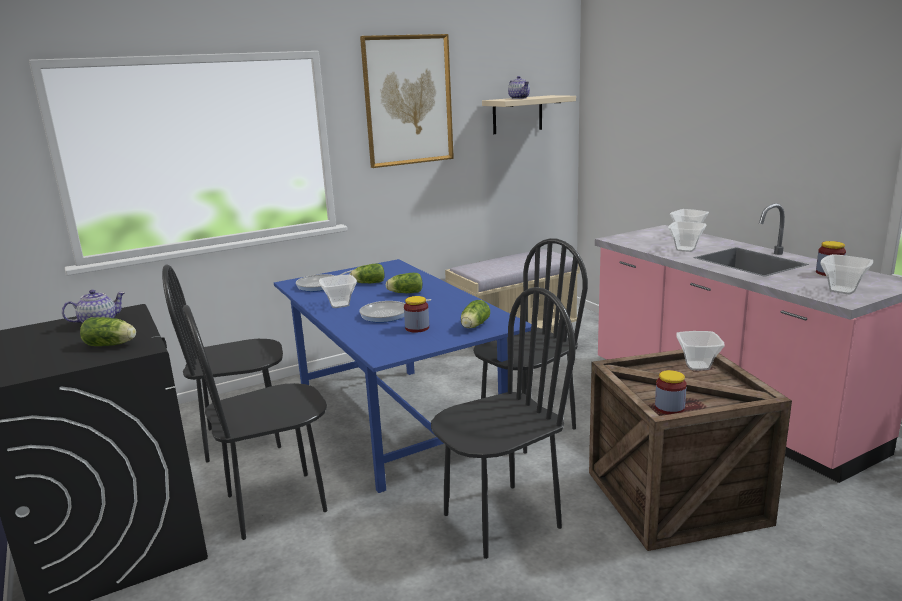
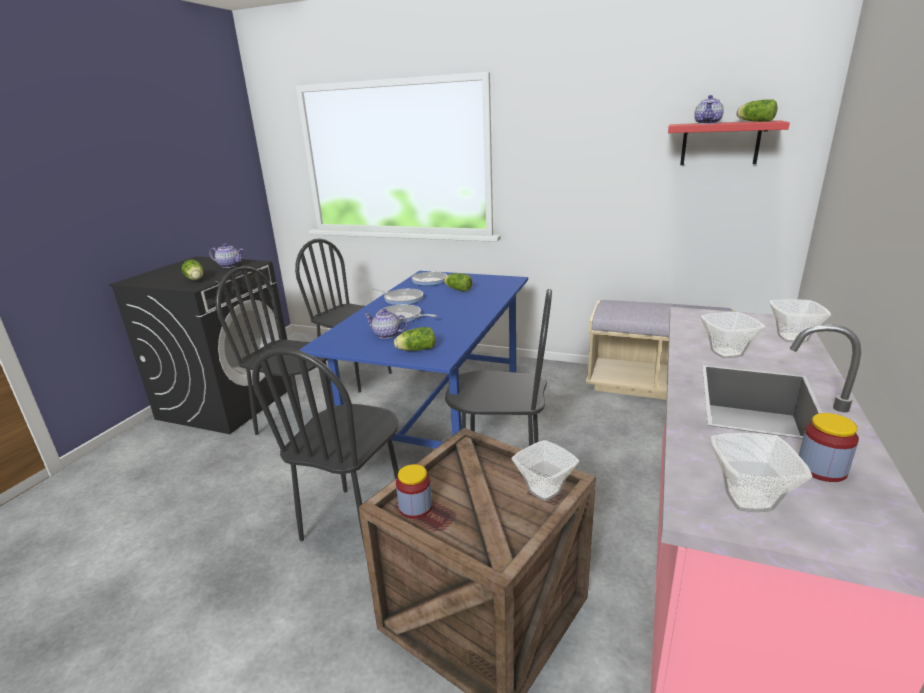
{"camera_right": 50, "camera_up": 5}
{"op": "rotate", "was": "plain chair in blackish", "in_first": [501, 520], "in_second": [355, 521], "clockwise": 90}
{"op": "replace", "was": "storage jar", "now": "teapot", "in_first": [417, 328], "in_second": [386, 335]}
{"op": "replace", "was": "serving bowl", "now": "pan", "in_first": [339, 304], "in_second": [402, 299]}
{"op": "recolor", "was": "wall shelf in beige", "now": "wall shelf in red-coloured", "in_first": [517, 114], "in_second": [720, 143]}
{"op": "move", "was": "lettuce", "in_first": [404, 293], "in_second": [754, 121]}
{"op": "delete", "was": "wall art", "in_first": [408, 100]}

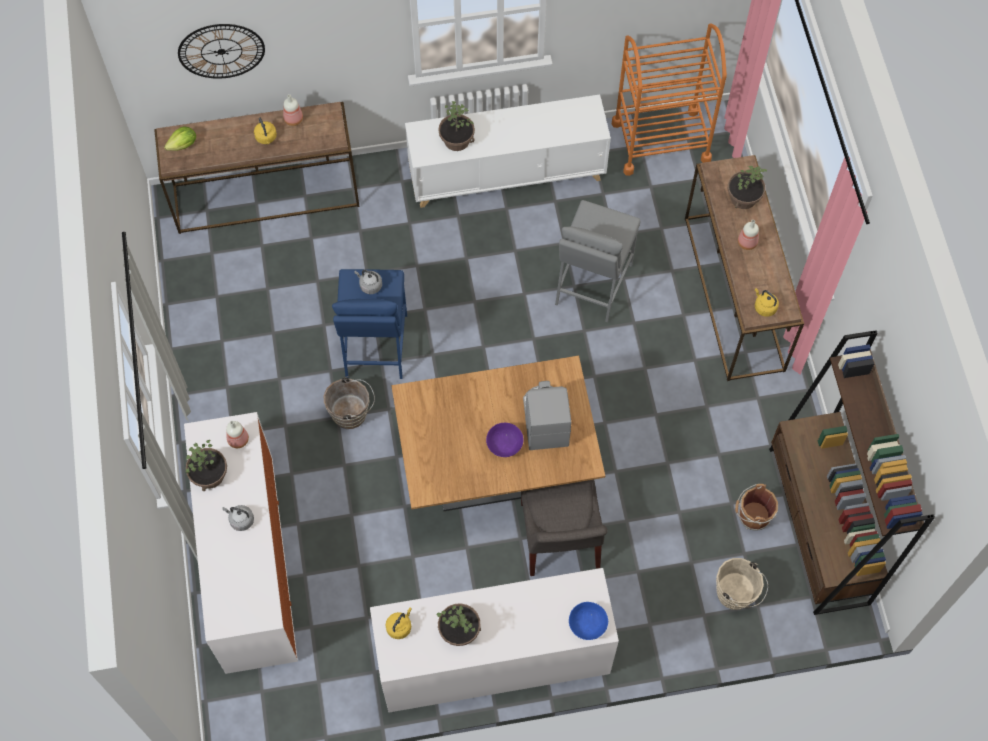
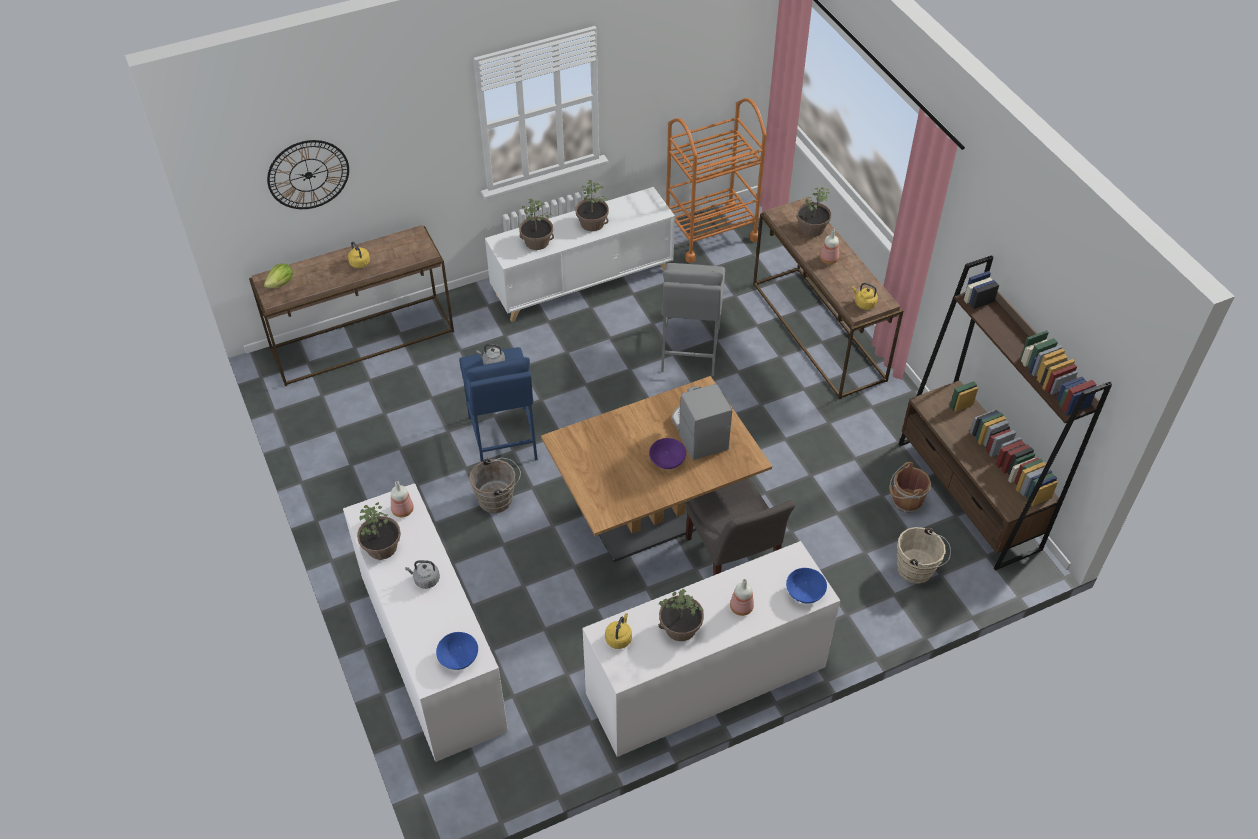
{"camera_right": -15, "camera_up": -15}
{"op": "insert", "now": "serving bowl in bluish", "in_second": [458, 658]}
{"op": "insert", "now": "potted plant", "in_second": [592, 223]}
{"op": "move", "was": "bottle", "in_first": [293, 119], "in_second": [741, 608]}

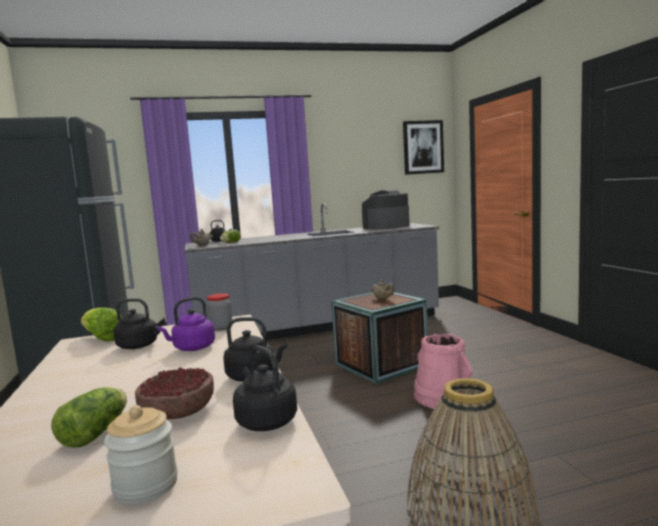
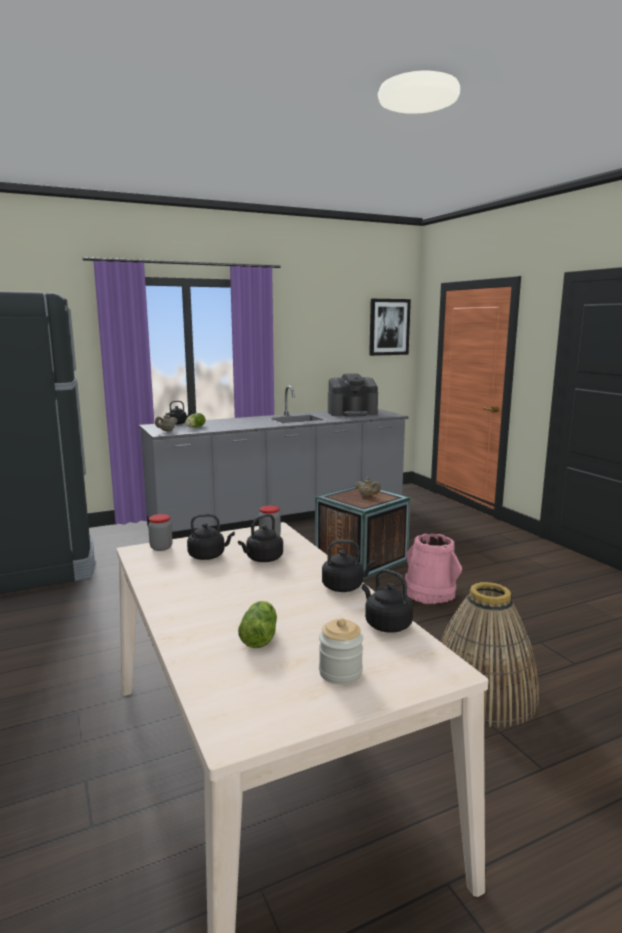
{"camera_right": -10, "camera_up": 5}
{"op": "replace", "was": "lettuce", "now": "storage jar", "in_first": [102, 339], "in_second": [161, 547]}
{"op": "recolor", "was": "kettle in purplish", "now": "kettle in blackish", "in_first": [192, 348], "in_second": [262, 559]}
{"op": "rotate", "was": "coffee machine", "in_first": [386, 227], "in_second": [352, 413], "clockwise": -150}
{"op": "delete", "was": "serving bowl", "in_first": [177, 411]}

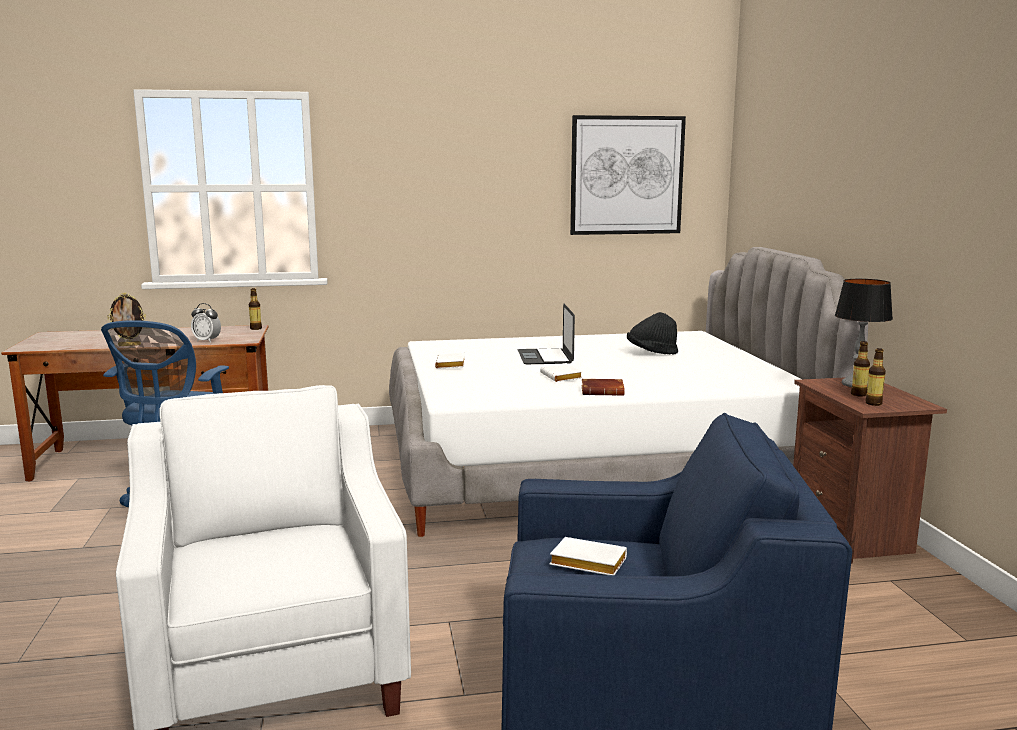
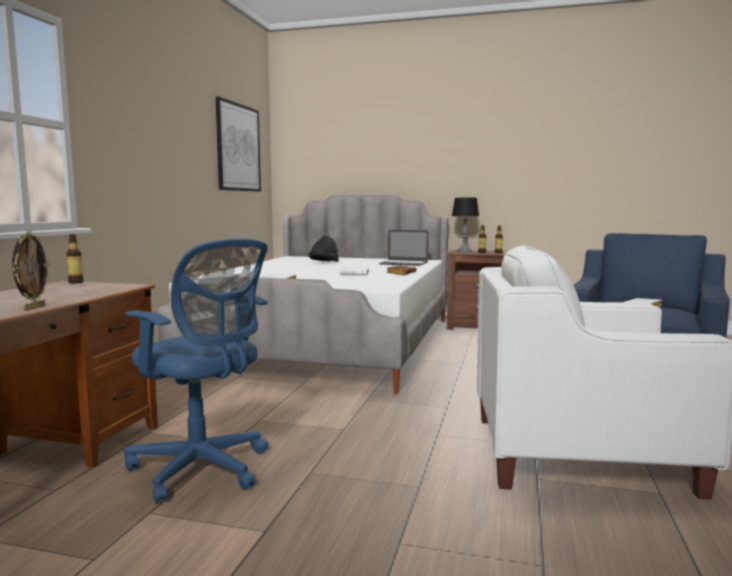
{"camera_right": -65, "camera_up": -5}
{"op": "move", "was": "laptop", "in_first": [545, 357], "in_second": [403, 263]}
{"op": "delete", "was": "table clock", "in_first": [207, 341]}

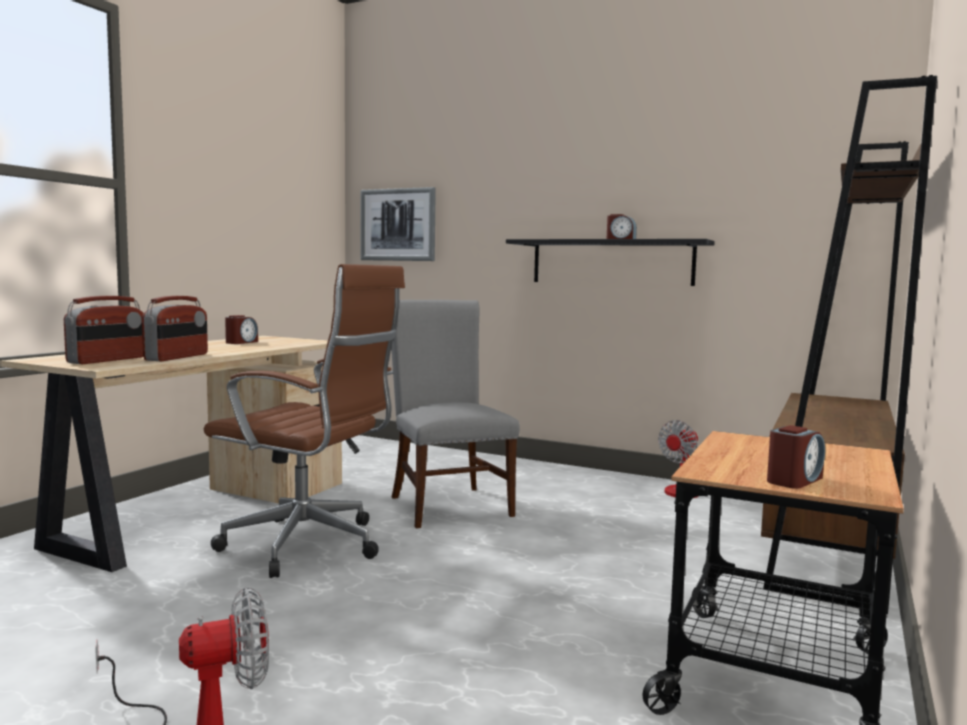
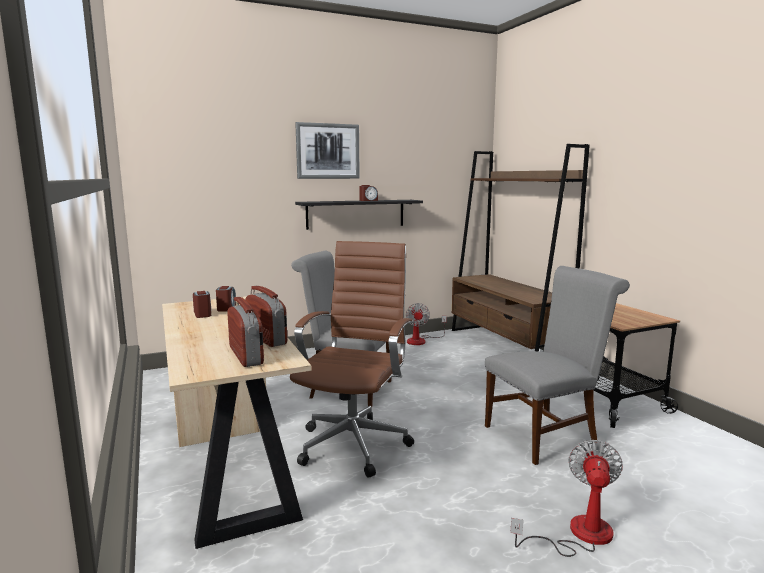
{"camera_right": -50, "camera_up": 5}
{"op": "move", "was": "table clock", "in_first": [794, 480], "in_second": [226, 308]}
{"op": "rotate", "was": "office chair in brown-coloured", "in_first": [310, 546], "in_second": [355, 442], "clockwise": -45}
{"op": "move", "was": "wall art", "in_first": [398, 225], "in_second": [328, 151]}
{"op": "insert", "now": "plain chair in greyish", "in_second": [546, 435]}

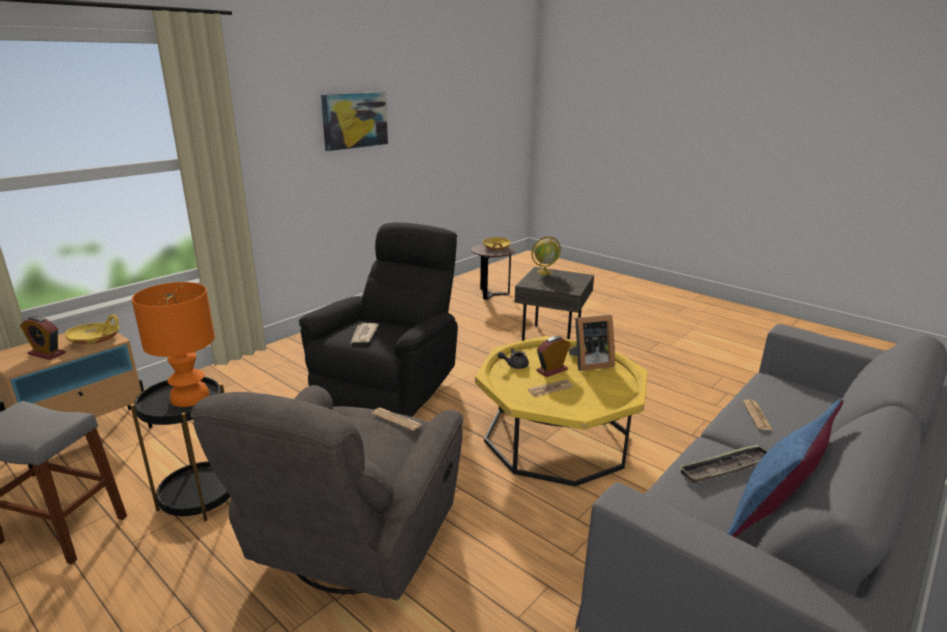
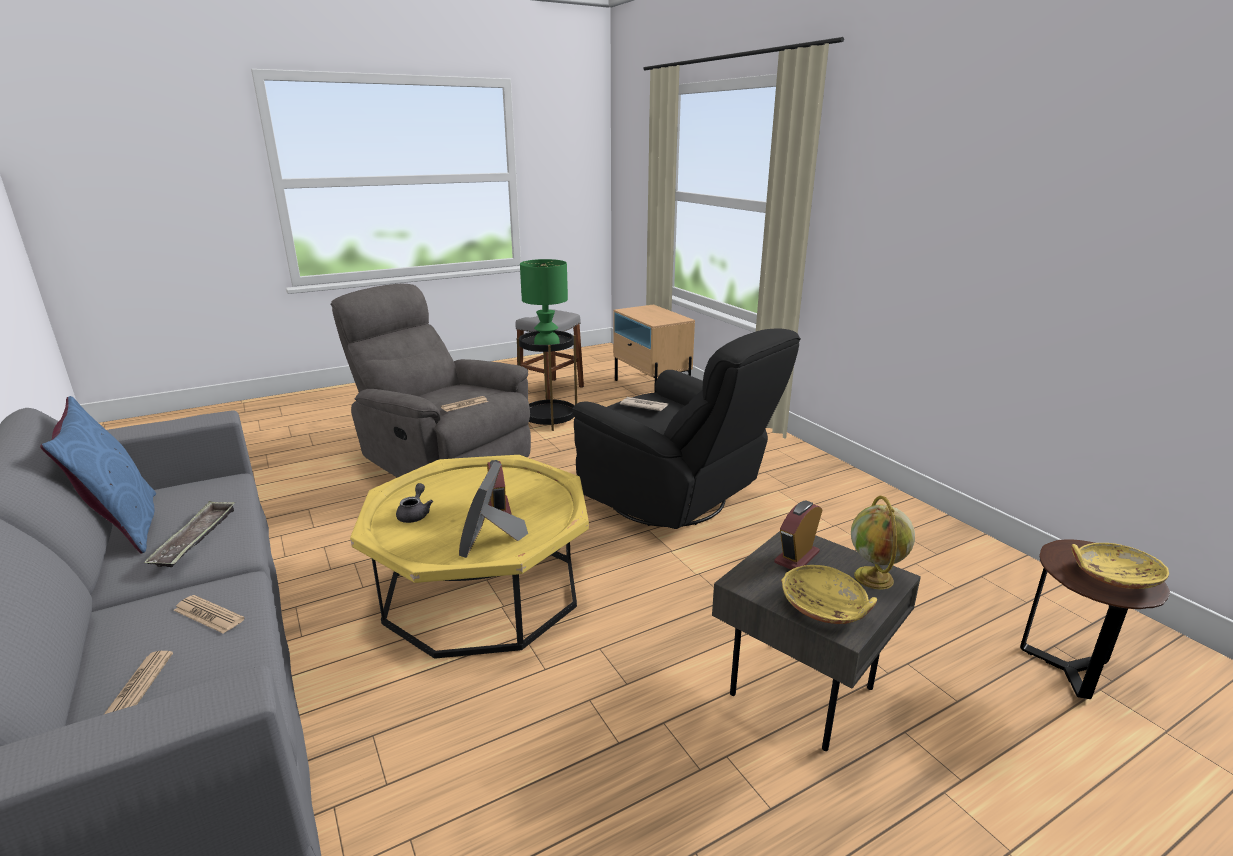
{"camera_right": 110, "camera_up": 0}
{"op": "move", "was": "newspaper", "in_first": [550, 389], "in_second": [137, 687]}
{"op": "move", "was": "teapot in greyish", "in_first": [514, 365], "in_second": [415, 514]}
{"op": "recolor", "was": "lamp for a table in orange", "now": "lamp for a table in green", "in_first": [191, 397], "in_second": [546, 343]}
{"op": "move", "was": "table clock", "in_first": [47, 354], "in_second": [797, 557]}
{"op": "move", "was": "serving bowl in yellowish", "in_first": [96, 340], "in_second": [825, 607]}
{"op": "delete", "was": "wall art", "in_first": [355, 120]}

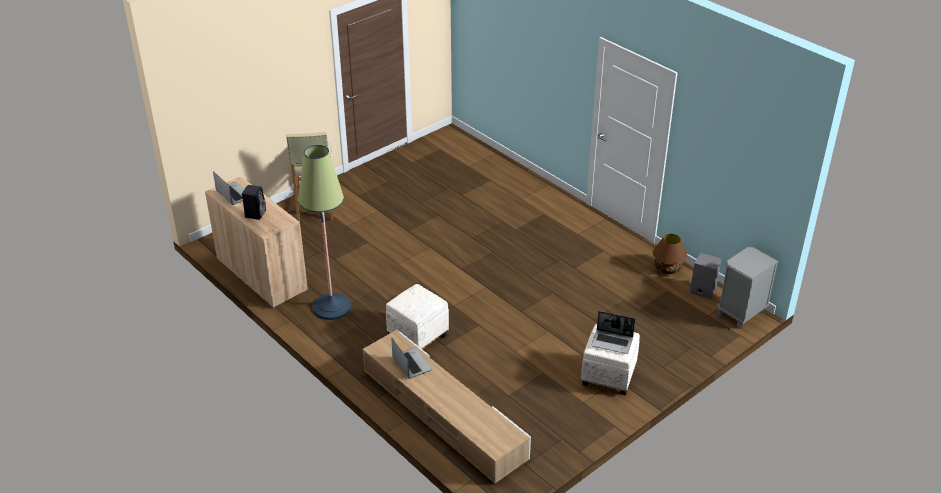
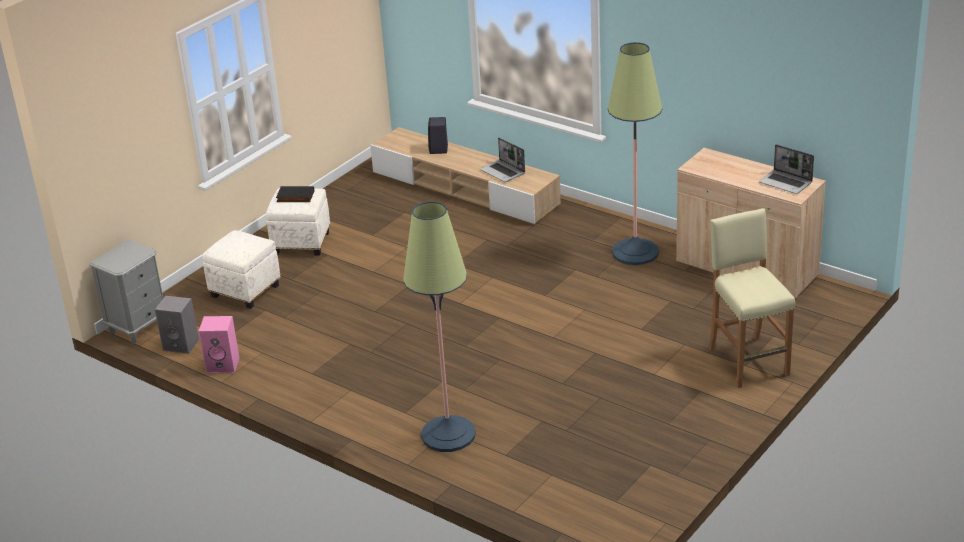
{"camera_right": 170, "camera_up": -5}
{"op": "replace", "was": "lamp for a table in brown-coloured", "now": "loudspeaker in pink-coloured", "in_first": [667, 268], "in_second": [224, 364]}
{"op": "move", "was": "pouffe in white-coloured", "in_first": [417, 336], "in_second": [246, 291]}
{"op": "replace", "was": "laptop", "now": "bound book in blackish", "in_first": [612, 342], "in_second": [295, 197]}
{"op": "insert", "now": "floor lamp", "in_second": [448, 434]}
{"op": "move", "was": "loudspeaker in blackish", "in_first": [255, 213], "in_second": [439, 150]}

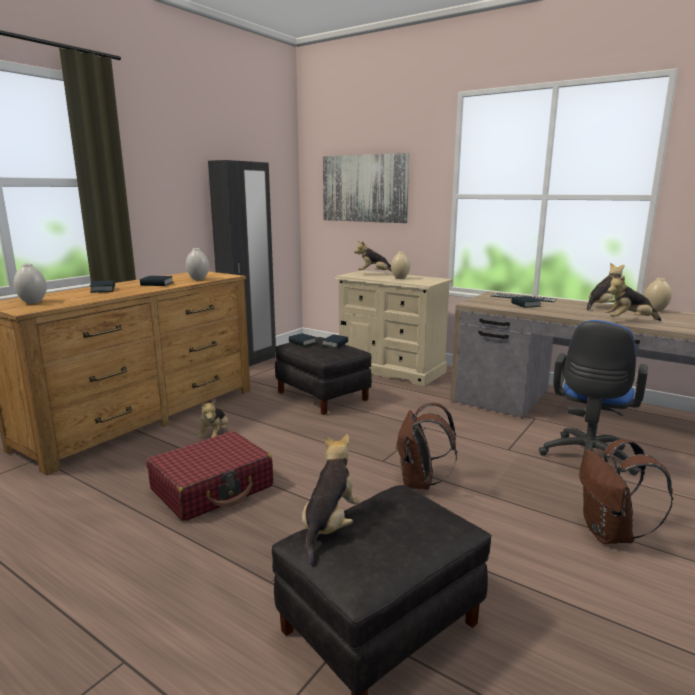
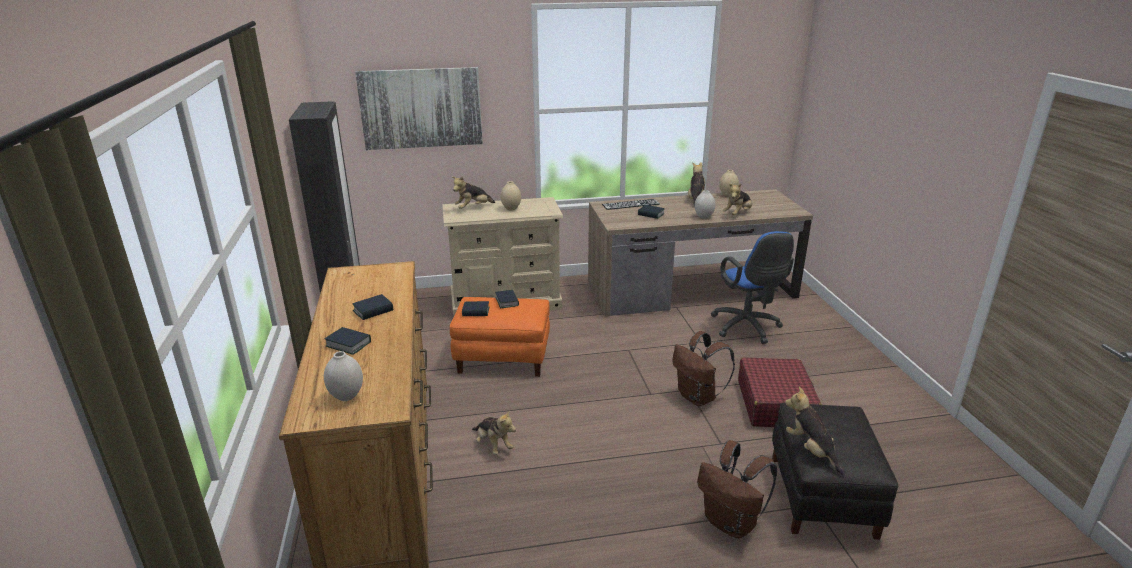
{"camera_right": -45, "camera_up": 10}
{"op": "recolor", "was": "pouffe in blackish", "now": "pouffe in orange", "in_first": [323, 396], "in_second": [503, 358]}
{"op": "move", "was": "vase in white-coloured", "in_first": [198, 279], "in_second": [703, 217]}
{"op": "move", "was": "backpack in brown-coloured", "in_first": [610, 534], "in_second": [731, 523]}
{"op": "move", "was": "travel case in red-coloured", "in_first": [213, 488], "in_second": [775, 403]}

